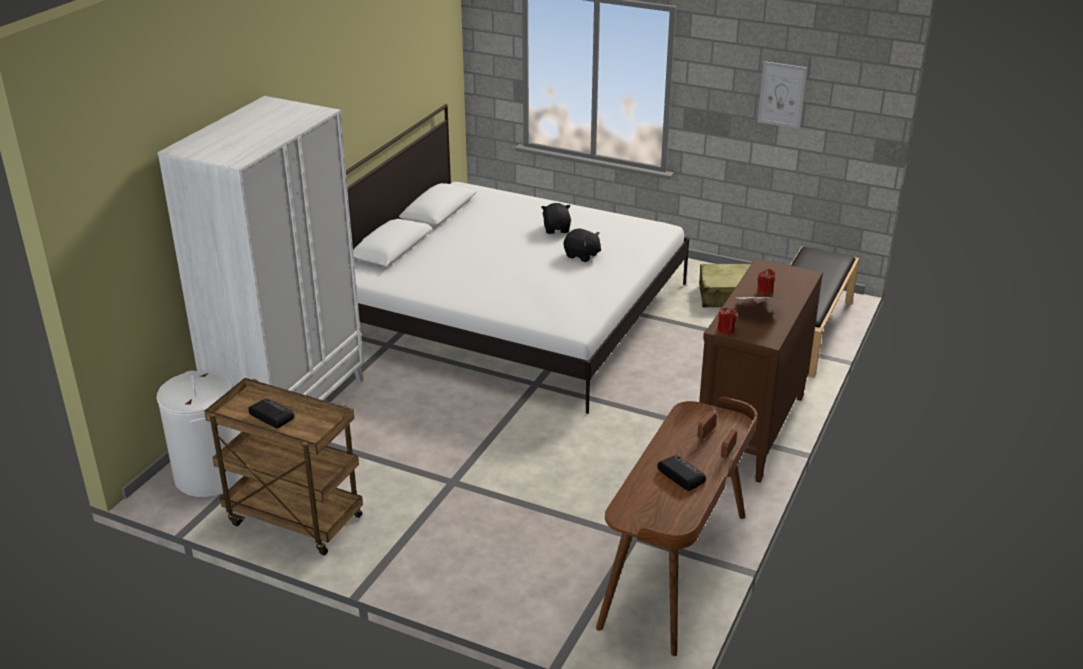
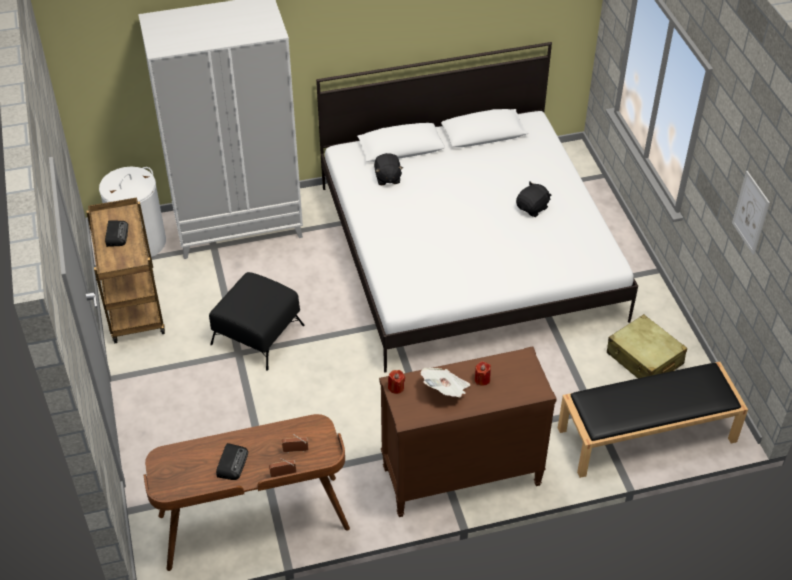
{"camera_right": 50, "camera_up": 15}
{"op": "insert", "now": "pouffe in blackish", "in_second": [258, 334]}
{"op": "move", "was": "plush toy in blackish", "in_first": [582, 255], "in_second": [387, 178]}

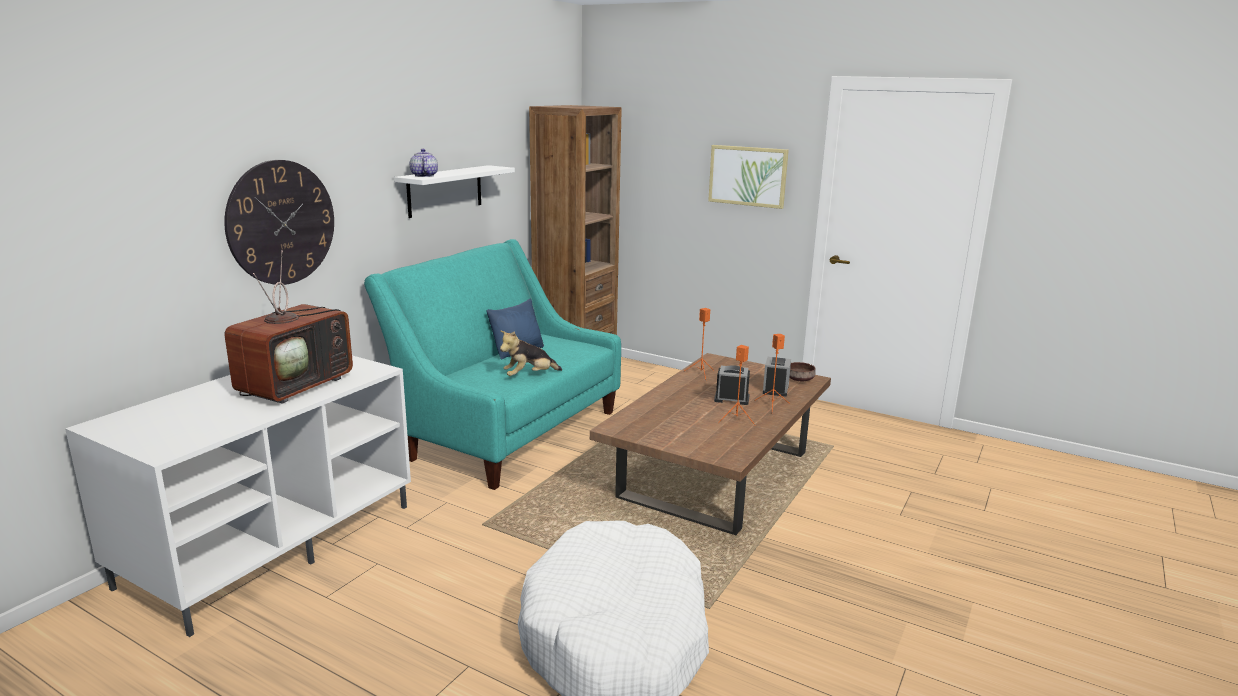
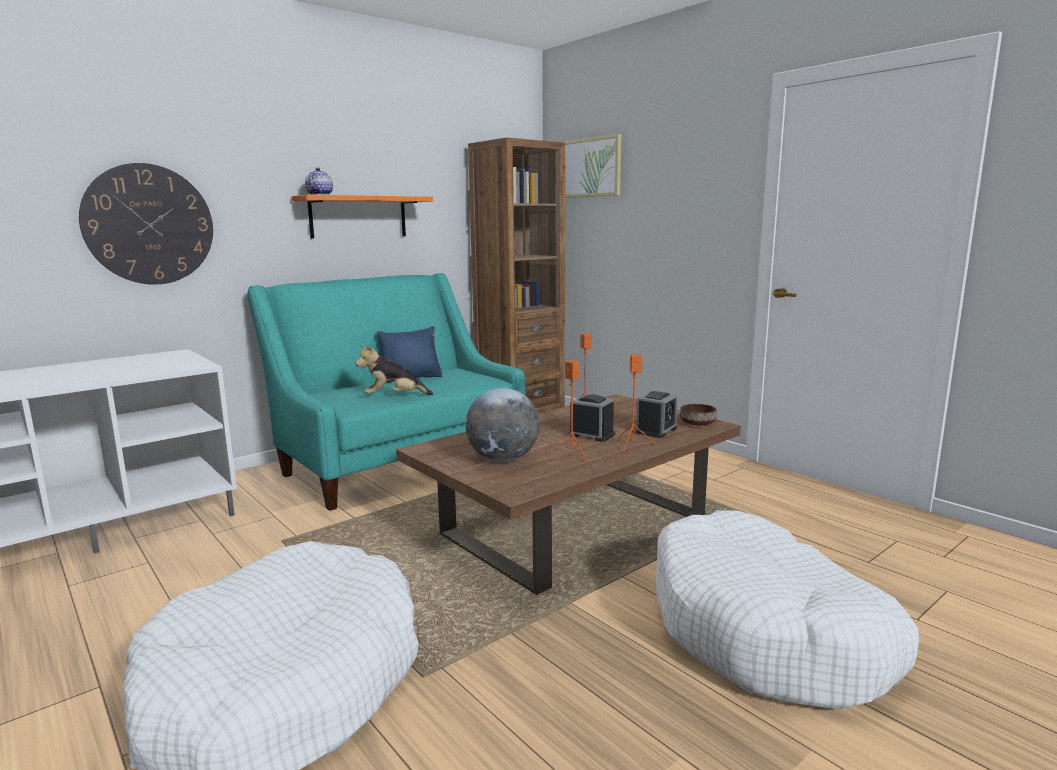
{"camera_right": 20, "camera_up": -5}
{"op": "recolor", "was": "wall shelf in white-coloured", "now": "wall shelf in orange", "in_first": [445, 191], "in_second": [358, 217]}
{"op": "insert", "now": "globe", "in_second": [503, 459]}
{"op": "move", "was": "wall art", "in_first": [748, 176], "in_second": [591, 167]}
{"op": "insert", "now": "dog cushion in white-coloured", "in_second": [766, 631]}
{"op": "delete", "was": "TV set", "in_first": [296, 385]}

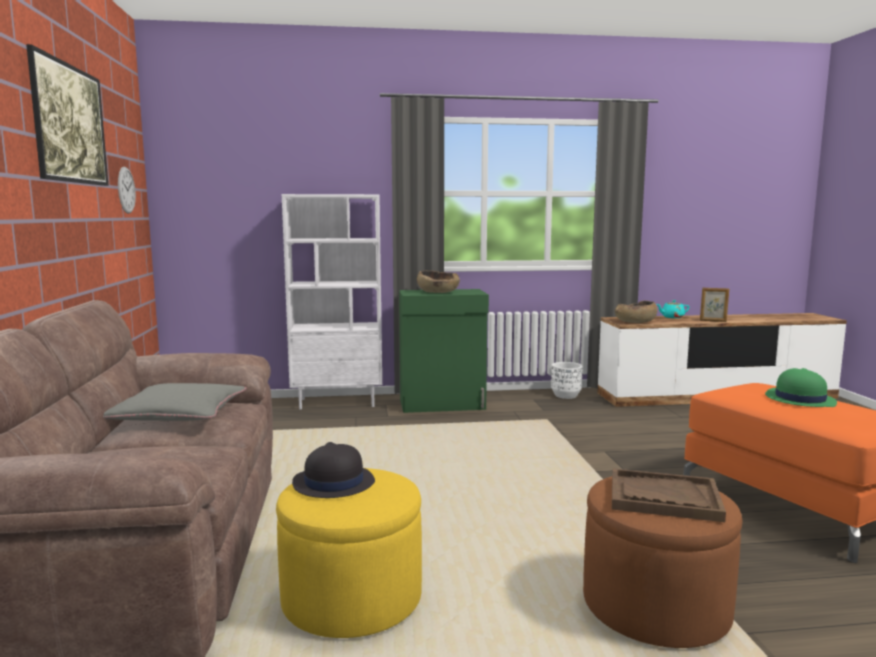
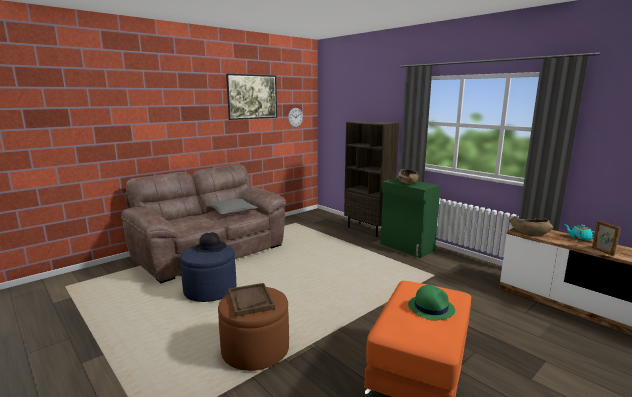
{"camera_right": 55, "camera_up": 5}
{"op": "recolor", "was": "pouffe in yellowish", "now": "pouffe in bluish", "in_first": [352, 598], "in_second": [210, 290]}
{"op": "recolor", "was": "bookshelf in white-coloured", "now": "bookshelf in brown-coloured", "in_first": [338, 402], "in_second": [368, 229]}
{"op": "delete", "was": "flower pot in white-coloured", "in_first": [565, 395]}

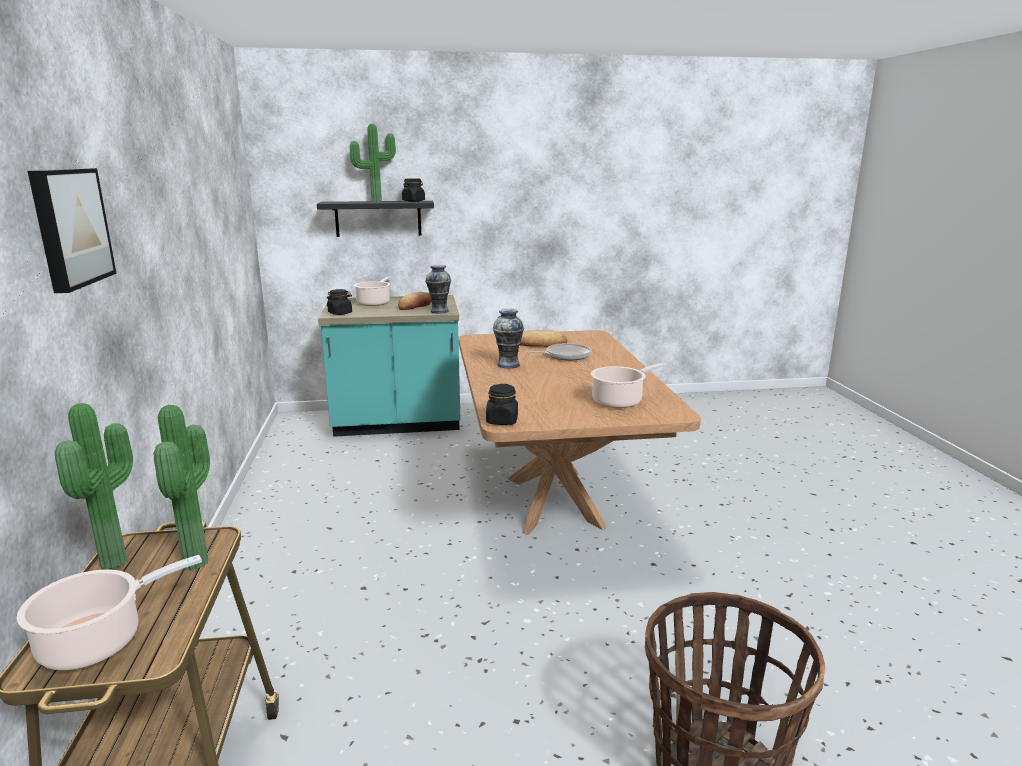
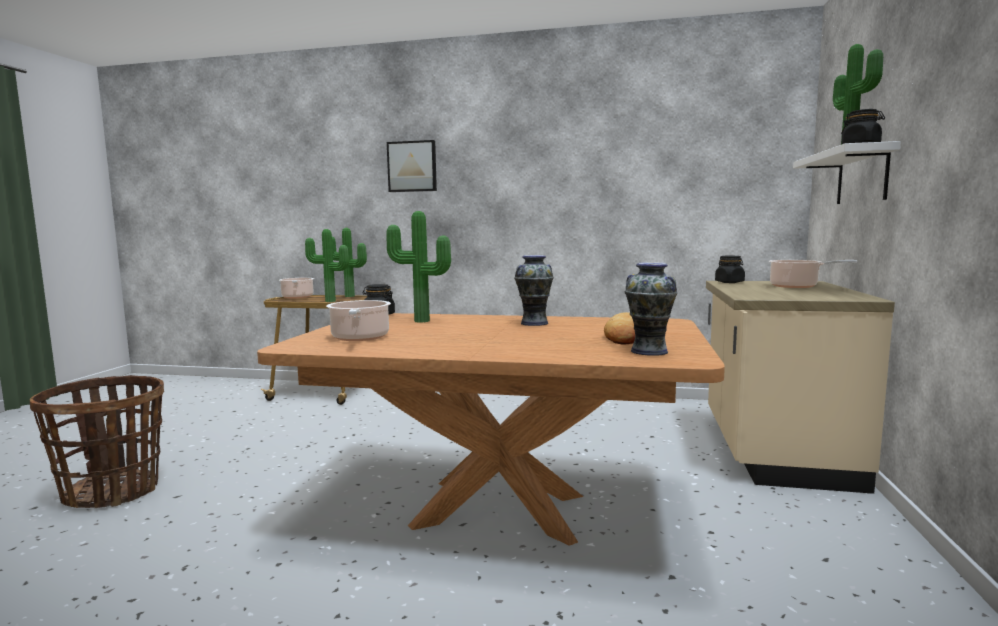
{"camera_right": 110, "camera_up": -10}
{"op": "insert", "now": "potted plant", "in_second": [421, 321]}
{"op": "move", "was": "vase", "in_first": [439, 311], "in_second": [649, 351]}
{"op": "recolor", "was": "kitchen base unit in turquoise", "now": "kitchen base unit in beige", "in_first": [397, 423], "in_second": [774, 451]}
{"op": "recolor", "was": "wall shelf in blackish", "now": "wall shelf in white-coloured", "in_first": [378, 218], "in_second": [862, 177]}
{"op": "delete", "was": "baked bread", "in_first": [416, 305]}
{"op": "delete", "was": "pan", "in_first": [565, 356]}

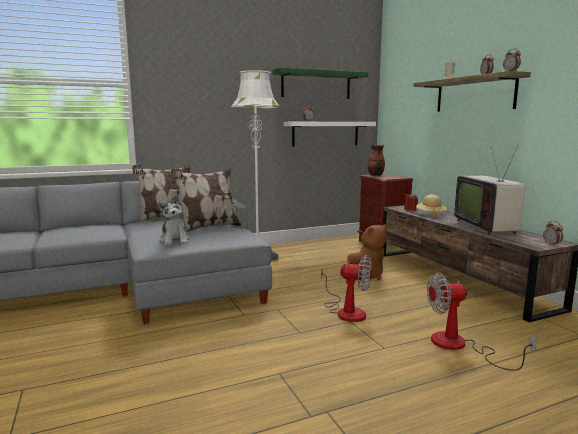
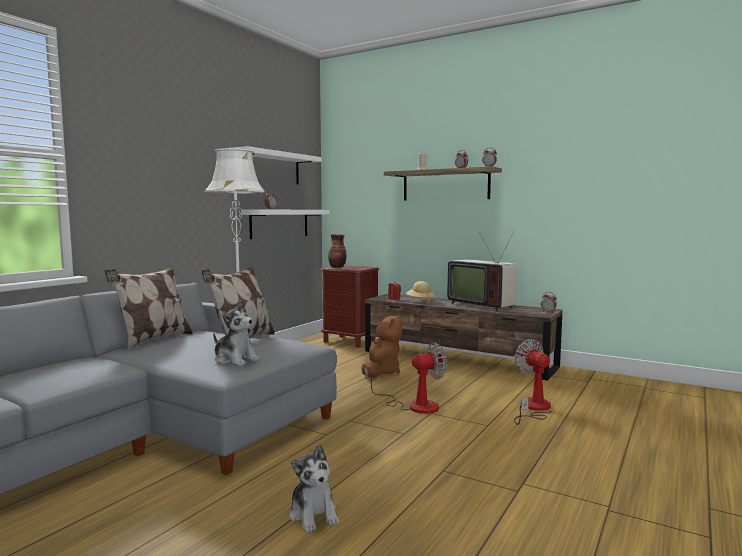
{"camera_right": -35, "camera_up": -5}
{"op": "recolor", "was": "wall shelf in green", "now": "wall shelf in white-coloured", "in_first": [316, 85], "in_second": [269, 168]}
{"op": "insert", "now": "plush toy", "in_second": [313, 514]}
{"op": "rotate", "was": "cooling fan", "in_first": [460, 346], "in_second": [533, 409], "clockwise": 105}

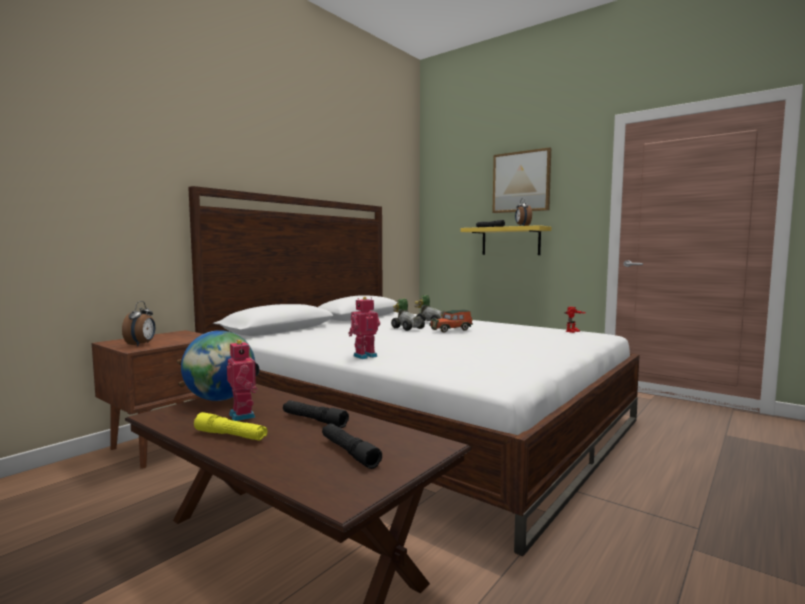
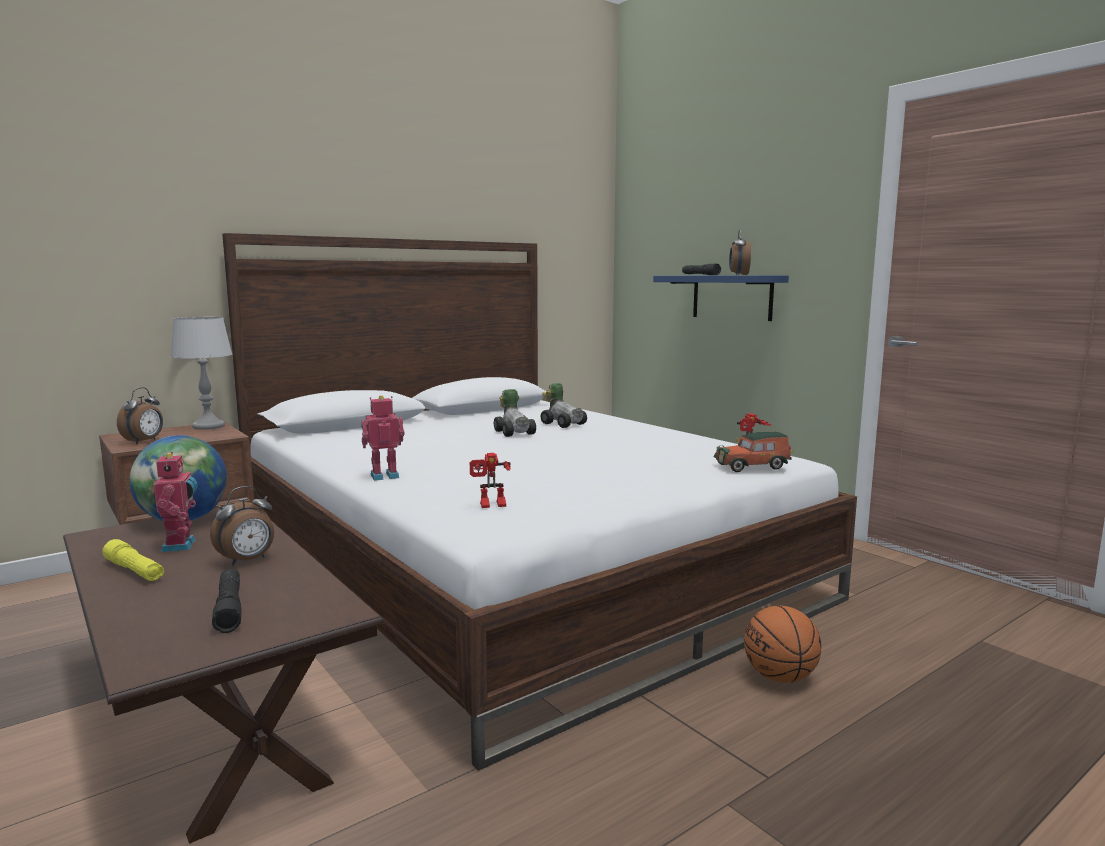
{"camera_right": 15, "camera_up": 5}
{"op": "insert", "now": "lamp for a table in greyish", "in_second": [209, 426]}
{"op": "replace", "was": "torch in blackish", "now": "table clock", "in_first": [314, 420], "in_second": [247, 561]}
{"op": "insert", "now": "toy robot", "in_second": [491, 506]}
{"op": "recolor", "was": "wall shelf in yellowish", "now": "wall shelf in bluish", "in_first": [510, 241], "in_second": [732, 297]}
{"op": "move", "was": "miniature car", "in_first": [451, 330], "in_second": [753, 466]}
{"op": "insert", "now": "basketball ball", "in_second": [779, 677]}
{"op": "delete", "was": "wall art", "in_first": [521, 182]}

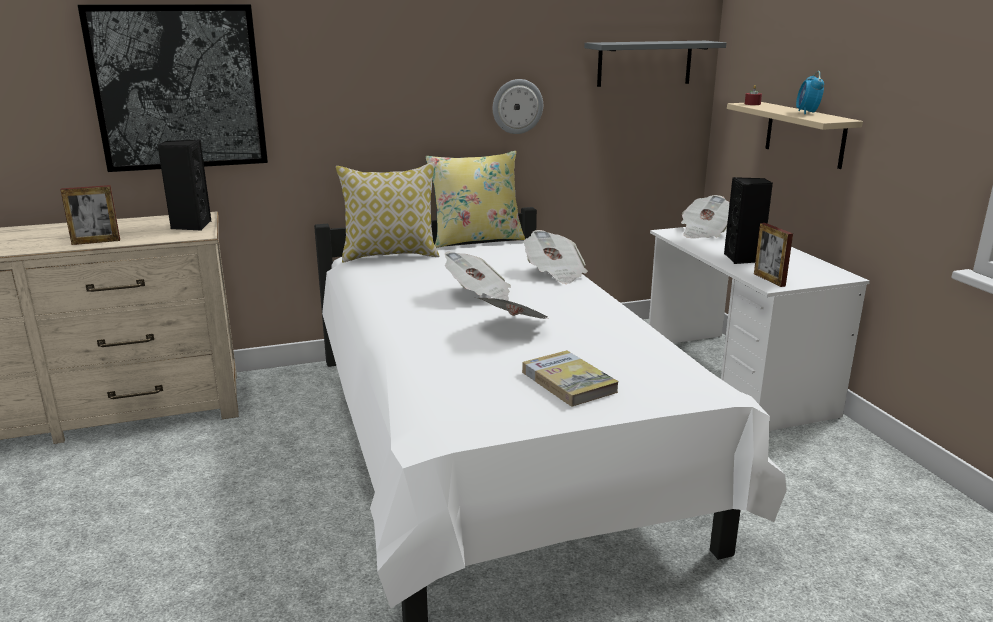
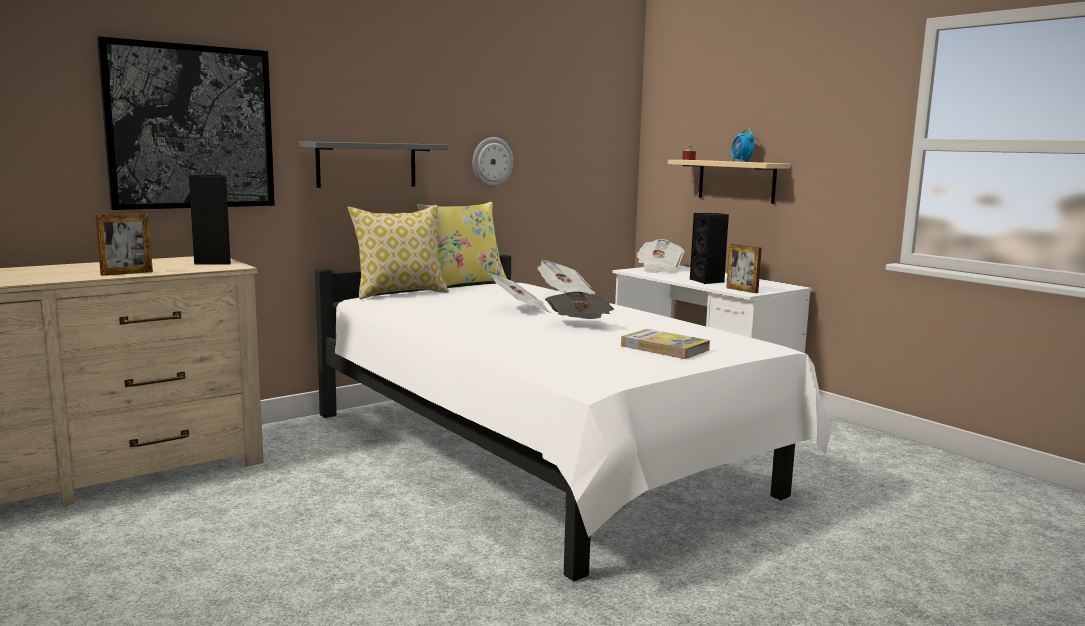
{"camera_right": -20, "camera_up": -10}
{"op": "move", "was": "wall shelf in greyish", "in_first": [644, 63], "in_second": [367, 165]}

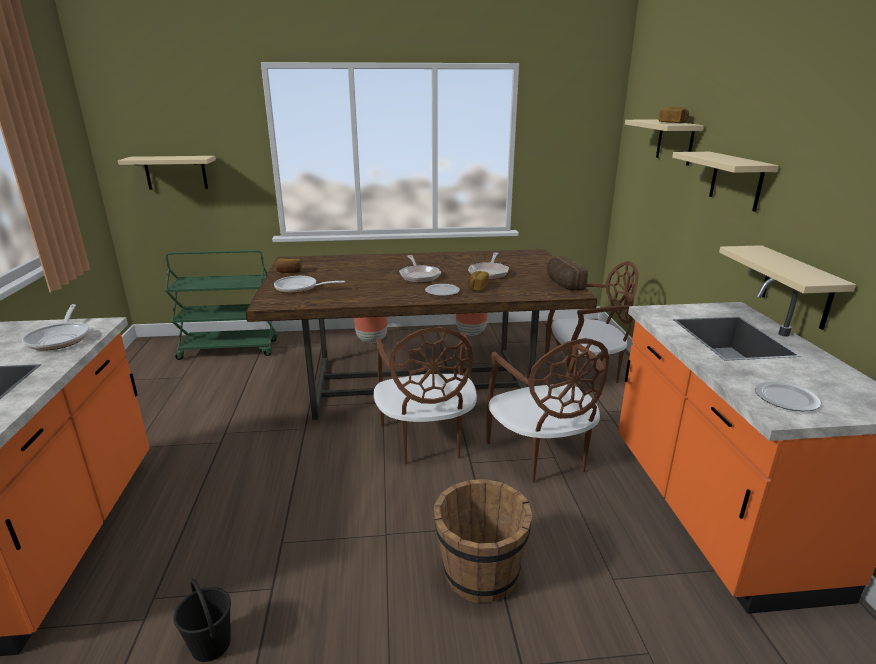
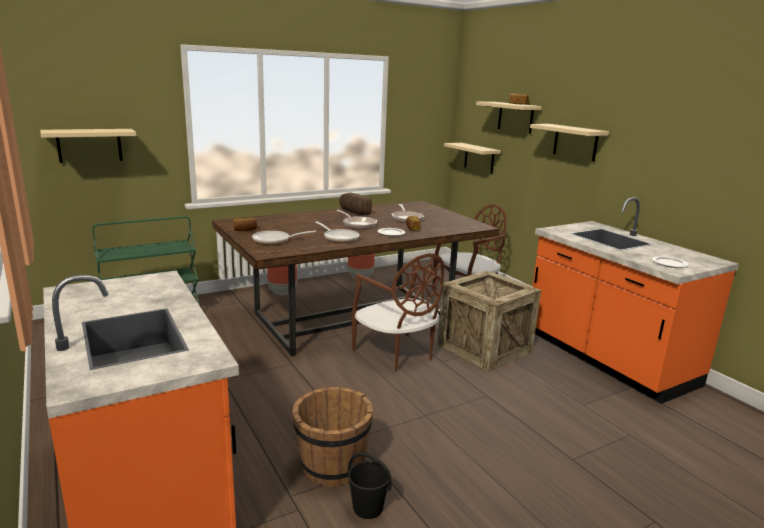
{"camera_right": -25, "camera_up": -5}
{"op": "move", "was": "bucket in brown-coloured", "in_first": [480, 574], "in_second": [332, 467]}
{"op": "move", "was": "pan", "in_first": [60, 338], "in_second": [339, 238]}
{"op": "move", "was": "baked bread", "in_first": [563, 284], "in_second": [353, 212]}
{"op": "replace", "was": "plain chair in brown-coloured", "now": "packing crate", "in_first": [541, 455], "in_second": [484, 348]}
{"op": "move", "was": "wall shelf in beige", "in_first": [797, 287], "in_second": [479, 158]}

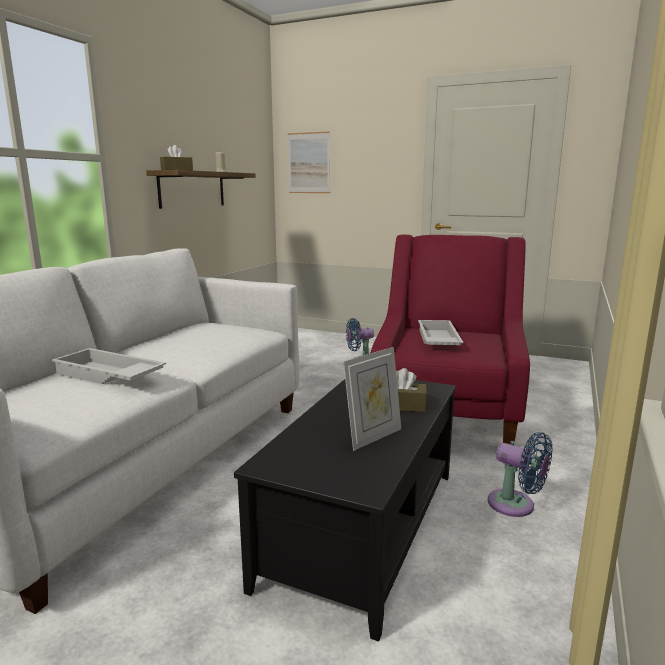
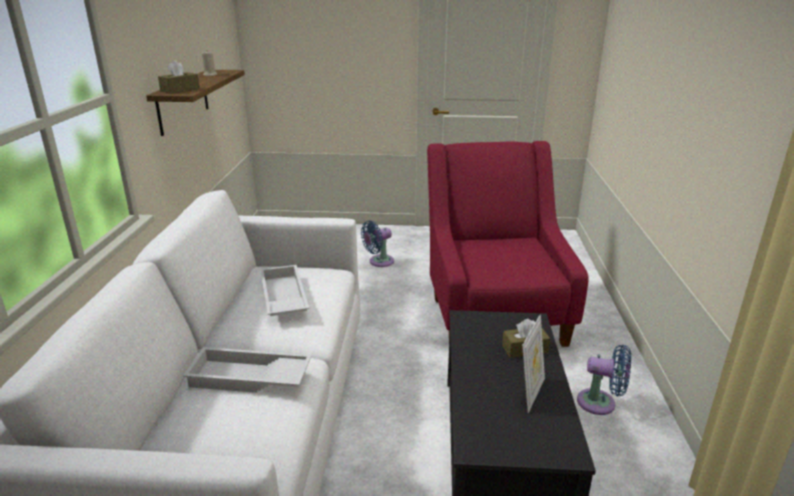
{"camera_right": -20, "camera_up": 10}
{"op": "move", "was": "serving tray in white-coloured", "in_first": [437, 340], "in_second": [282, 298]}
{"op": "delete", "was": "wall art", "in_first": [309, 163]}

